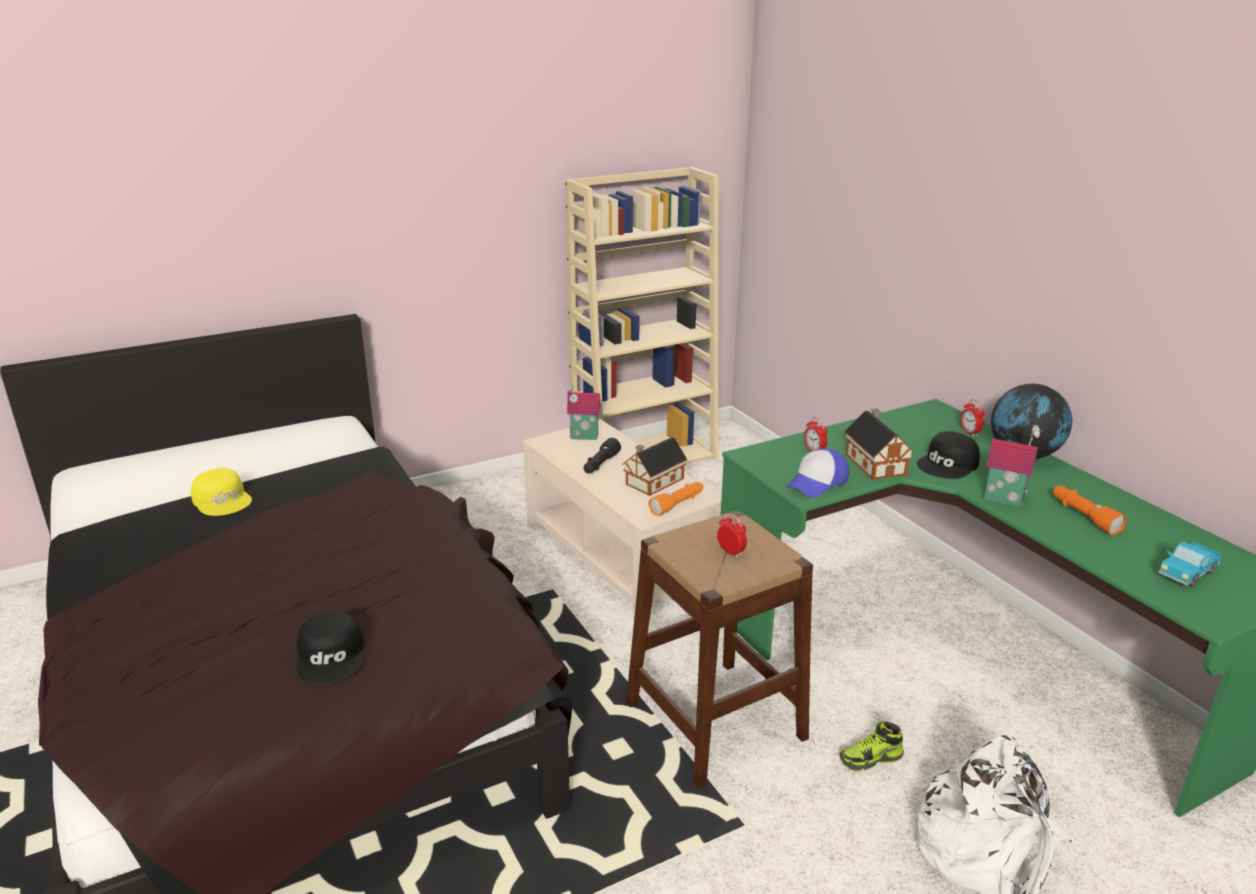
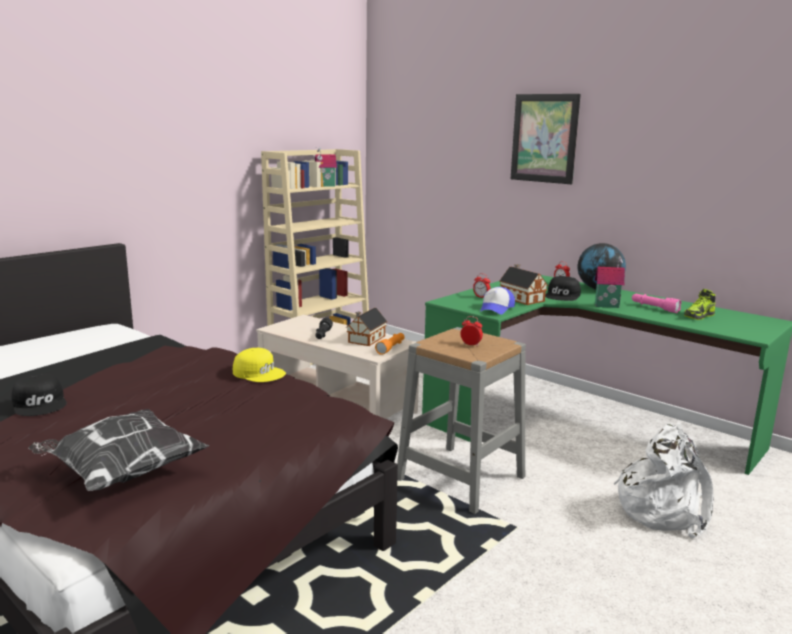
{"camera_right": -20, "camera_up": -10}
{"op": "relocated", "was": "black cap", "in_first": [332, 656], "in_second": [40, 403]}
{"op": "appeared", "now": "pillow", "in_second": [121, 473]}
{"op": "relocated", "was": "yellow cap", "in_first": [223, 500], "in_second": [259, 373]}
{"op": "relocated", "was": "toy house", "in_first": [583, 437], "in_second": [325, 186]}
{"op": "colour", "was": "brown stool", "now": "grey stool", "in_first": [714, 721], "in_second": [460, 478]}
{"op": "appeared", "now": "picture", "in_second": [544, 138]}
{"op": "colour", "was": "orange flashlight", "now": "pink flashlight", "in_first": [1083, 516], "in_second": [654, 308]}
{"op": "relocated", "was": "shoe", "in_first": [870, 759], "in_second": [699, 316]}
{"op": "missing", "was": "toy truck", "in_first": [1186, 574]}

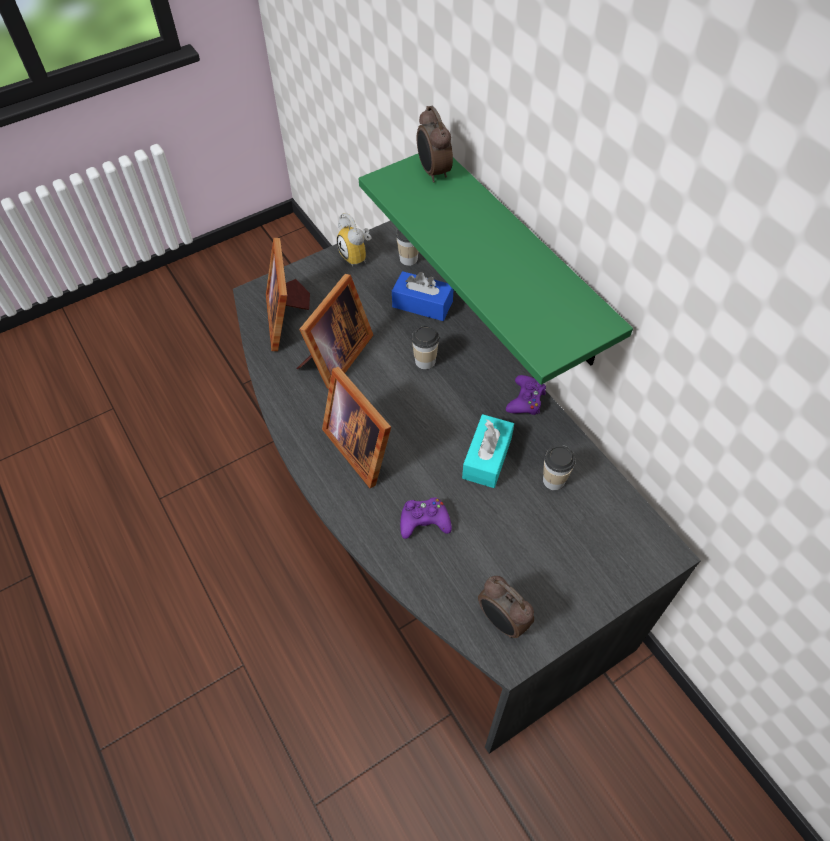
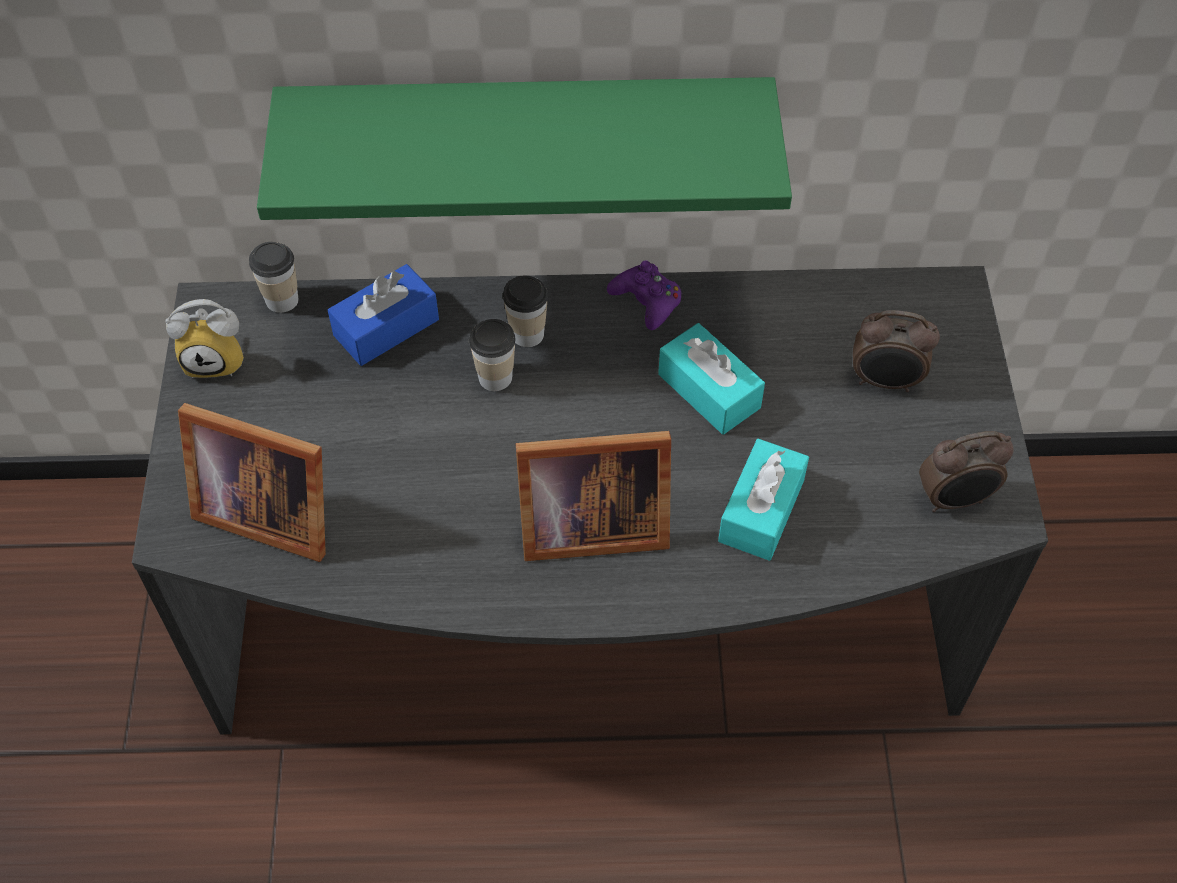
{"camera_right": -60, "camera_up": 0}
{"op": "relocated", "was": "cup", "in_first": [553, 480], "in_second": [527, 334]}
{"op": "exchanged", "was": "purple game controller", "now": "turquoise tissue box", "in_first": [424, 521], "in_second": [761, 511]}
{"op": "relocated", "was": "alarm clock", "in_first": [433, 172], "in_second": [885, 382]}
{"op": "missing", "was": "picture frame", "in_first": [334, 358]}

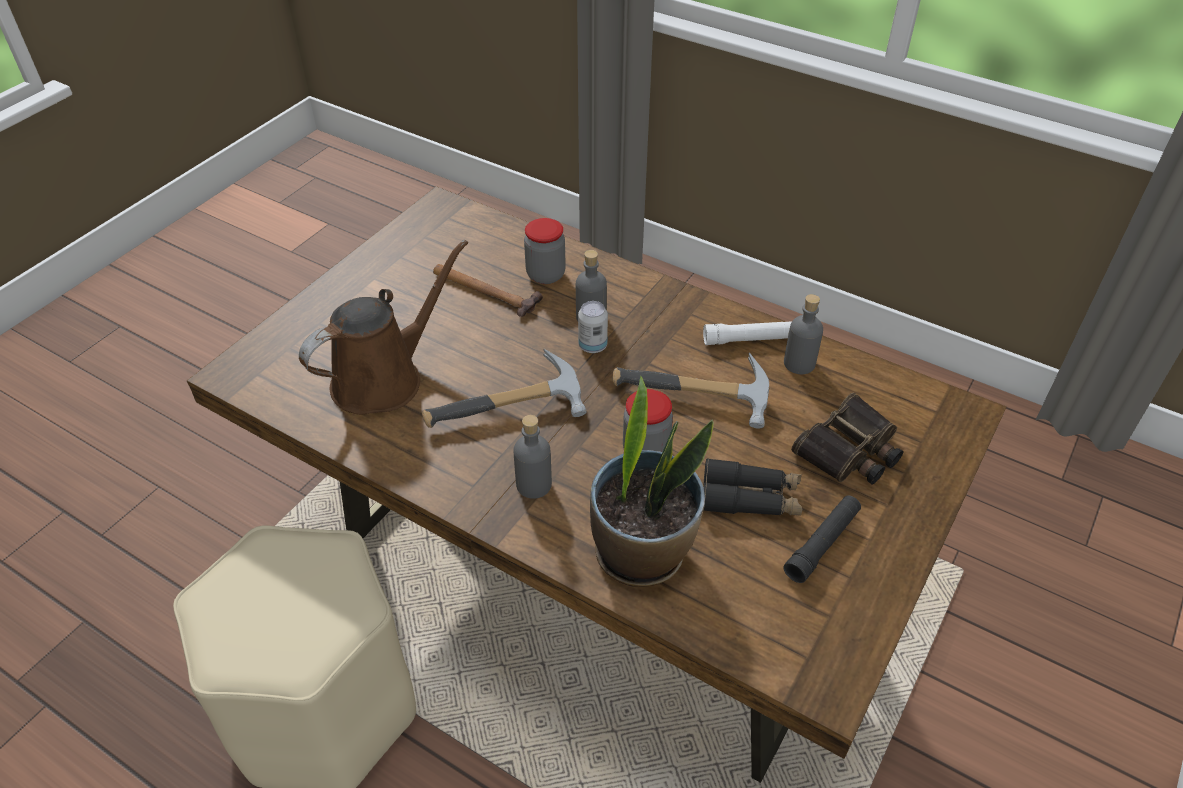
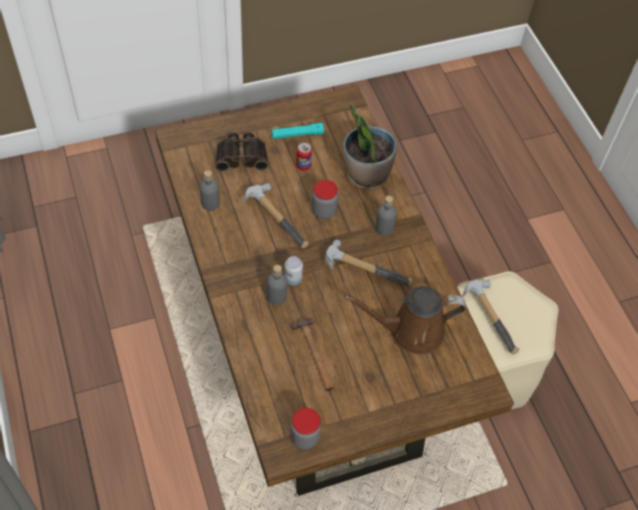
{"camera_right": -145, "camera_up": 10}
{"op": "colour", "was": "black flashlight", "now": "turquoise flashlight", "in_first": [822, 544], "in_second": [297, 135]}
{"op": "relocated", "was": "jar", "in_first": [546, 275], "in_second": [304, 437]}
{"op": "exchanged", "was": "black binoculars", "now": "can", "in_first": [750, 498], "in_second": [303, 166]}
{"op": "appeared", "now": "hammer", "in_second": [492, 317]}
{"op": "missing", "was": "white flashlight", "in_first": [749, 339]}

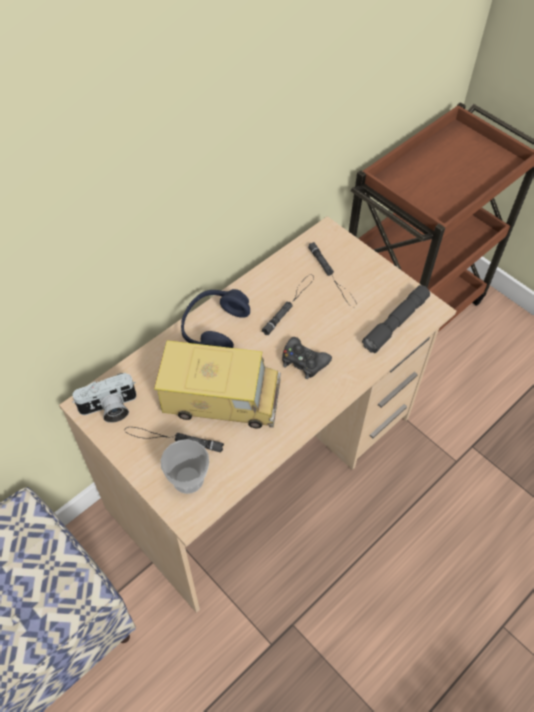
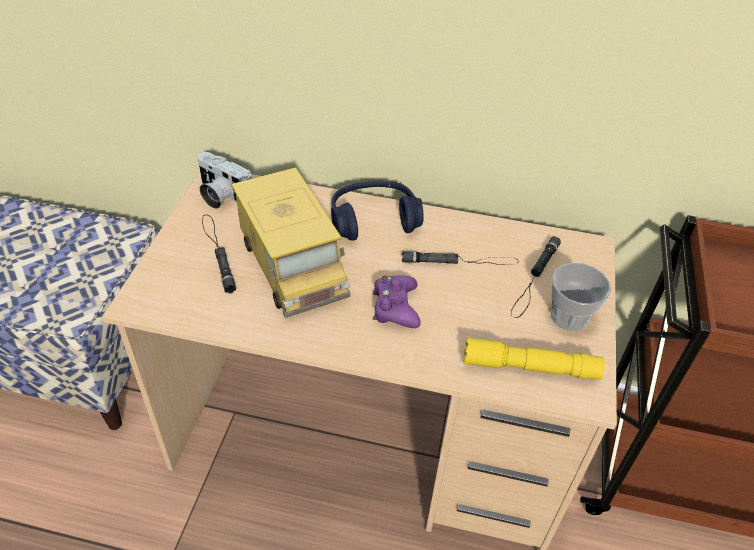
{"camera_right": 55, "camera_up": -10}
{"op": "colour", "was": "black game controller", "now": "purple game controller", "in_first": [304, 361], "in_second": [395, 307]}
{"op": "colour", "was": "grey flashlight", "now": "yellow flashlight", "in_first": [396, 323], "in_second": [530, 367]}
{"op": "relocated", "was": "cup", "in_first": [188, 479], "in_second": [569, 317]}

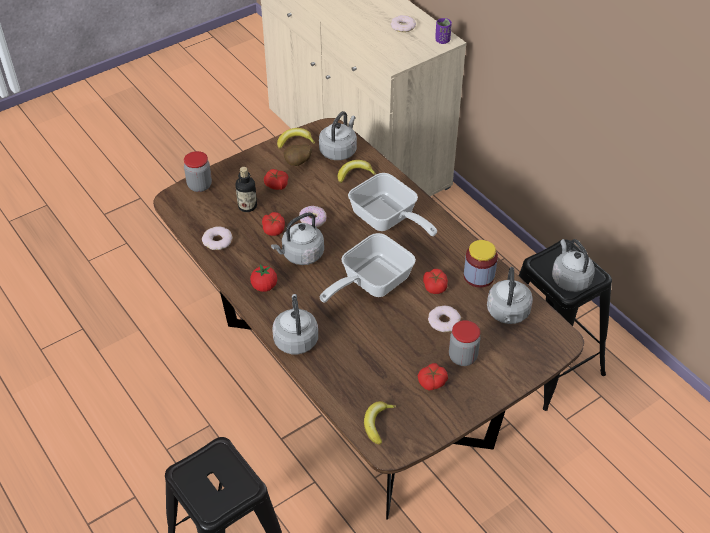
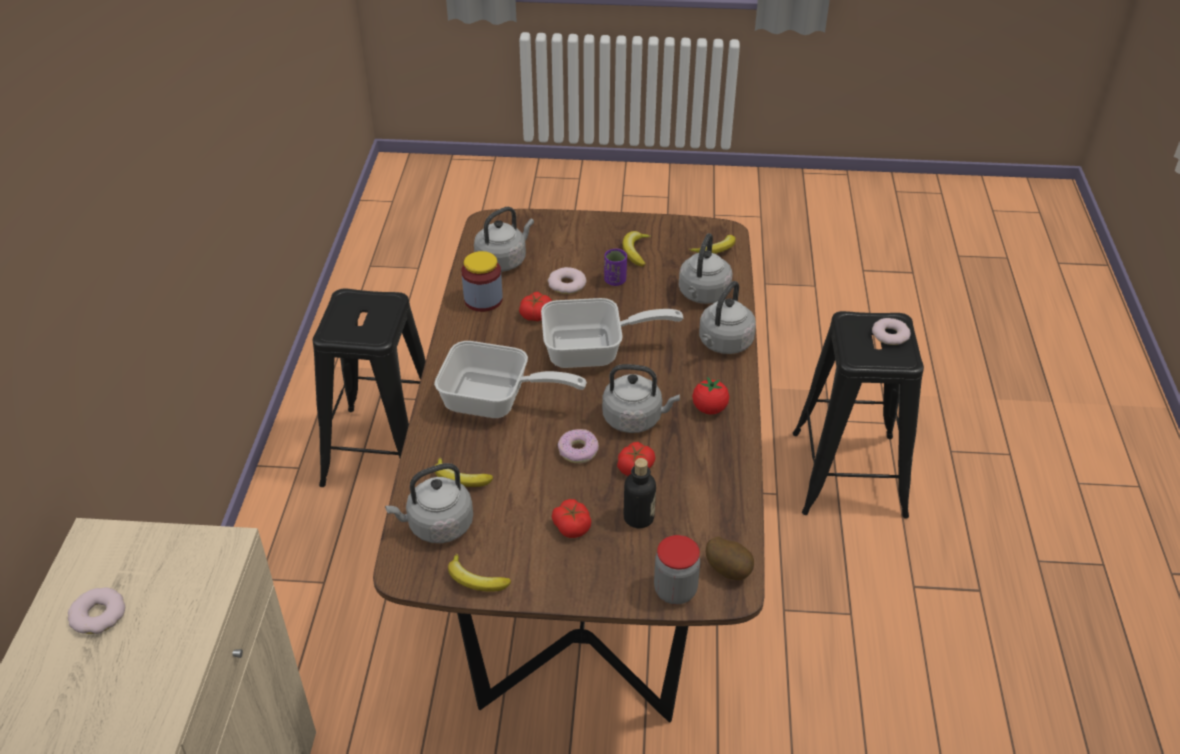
{"camera_right": -140, "camera_up": -5}
{"op": "spun", "was": "frying pan", "in_first": [387, 220], "in_second": [496, 401], "clockwise": 105}
{"op": "relocated", "was": "purple cup", "in_first": [442, 40], "in_second": [615, 281]}
{"op": "exchanged", "was": "tomato", "now": "banana", "in_first": [432, 382], "in_second": [635, 251]}
{"op": "relocated", "was": "grey kettle", "in_first": [569, 278], "in_second": [703, 295]}
{"op": "relocated", "was": "potato", "in_first": [298, 163], "in_second": [729, 570]}
{"op": "relocated", "was": "donut", "in_first": [217, 241], "in_second": [890, 335]}
{"op": "missing", "was": "jar", "in_first": [462, 357]}

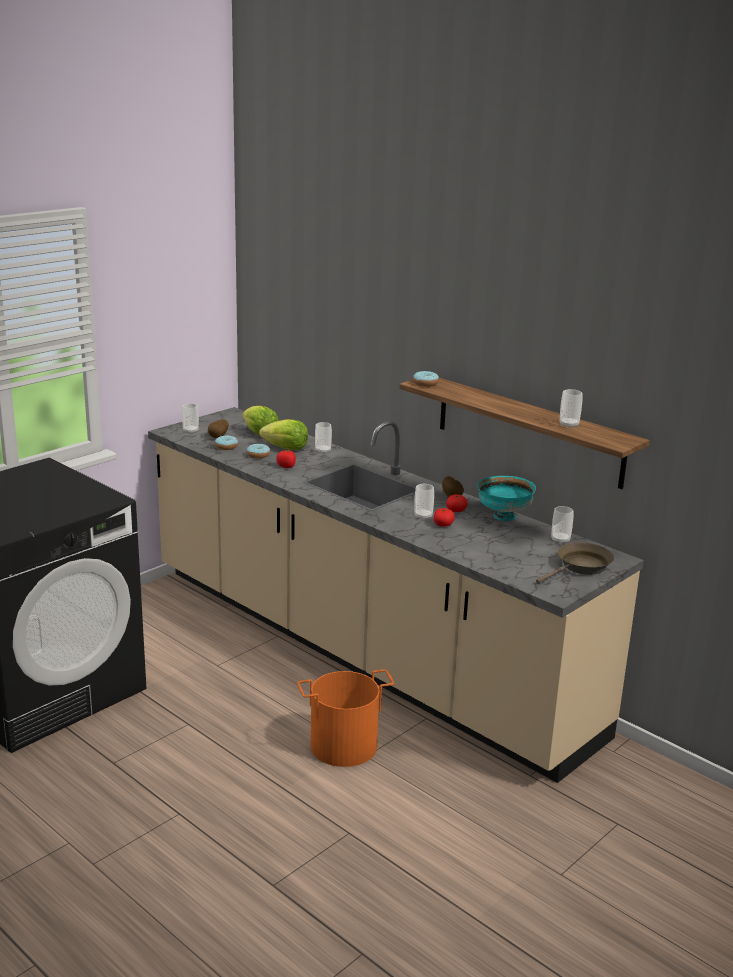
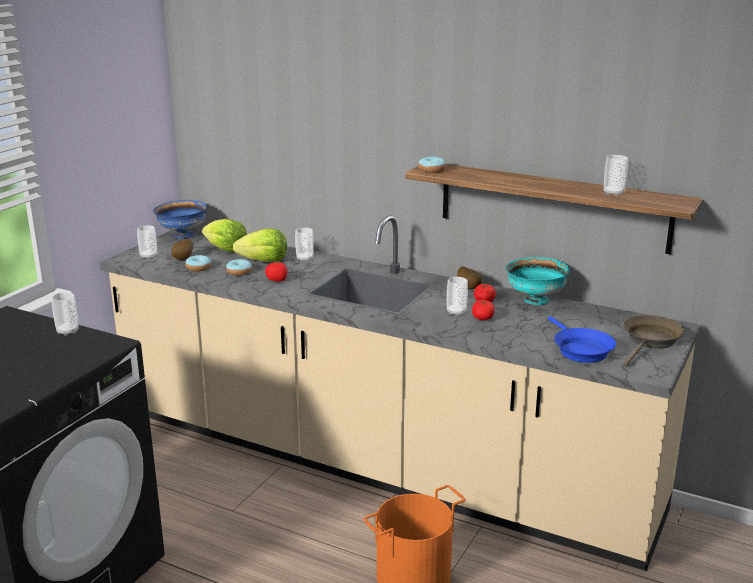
{"camera_right": -15, "camera_up": 0}
{"op": "relocated", "was": "cup", "in_first": [560, 540], "in_second": [68, 331]}
{"op": "appeared", "now": "blue bowl", "in_second": [182, 236]}
{"op": "appeared", "now": "blue frying pan", "in_second": [580, 350]}

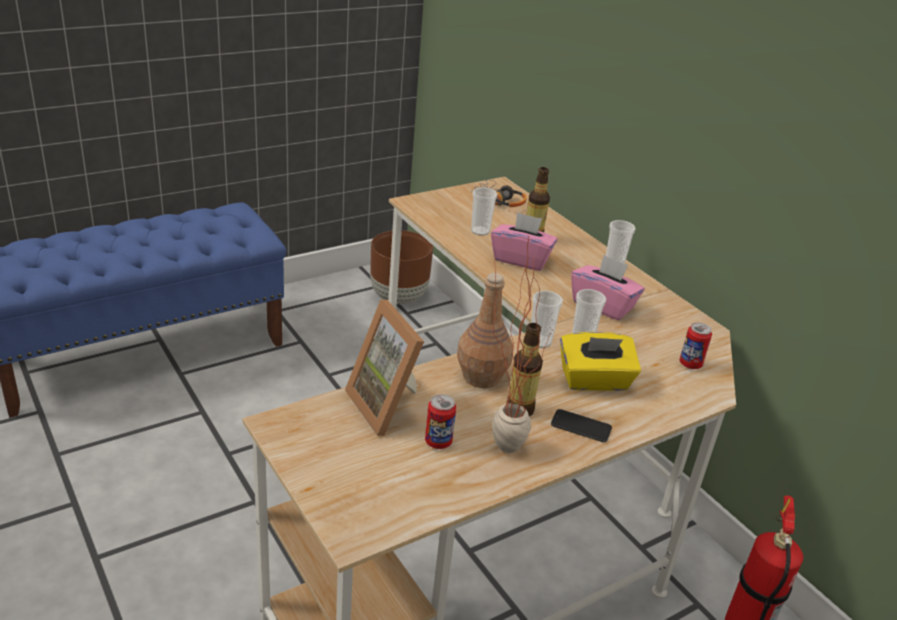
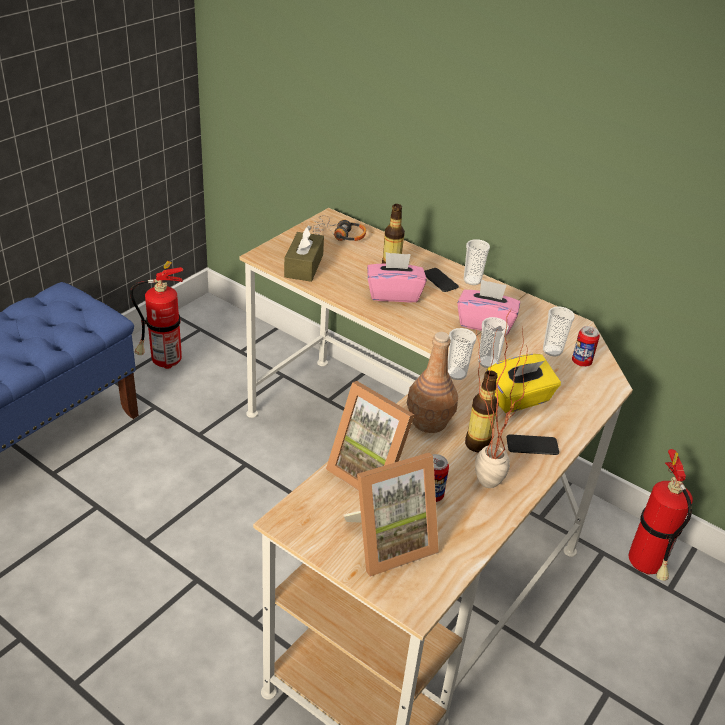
{"camera_right": -20, "camera_up": 5}
{"op": "appeared", "now": "fire extinguisher", "in_second": [163, 363]}
{"op": "appeared", "now": "brown tissue box", "in_second": [304, 266]}
{"op": "appeared", "now": "picture frame", "in_second": [389, 542]}
{"op": "appeared", "now": "phone", "in_second": [440, 280]}
{"op": "relocated", "was": "cup", "in_first": [480, 231], "in_second": [552, 350]}
{"op": "missing", "was": "brown planter", "in_first": [399, 298]}

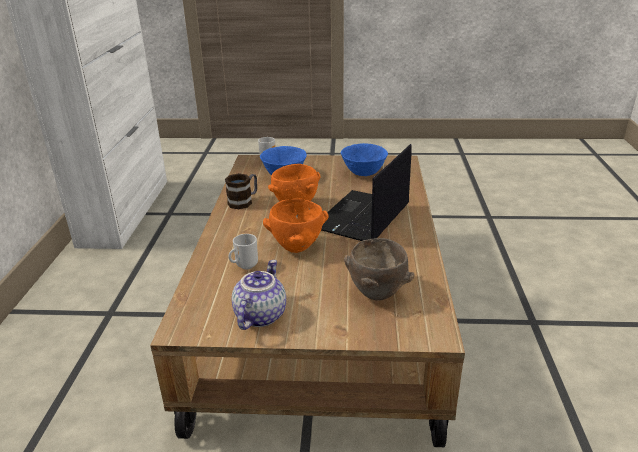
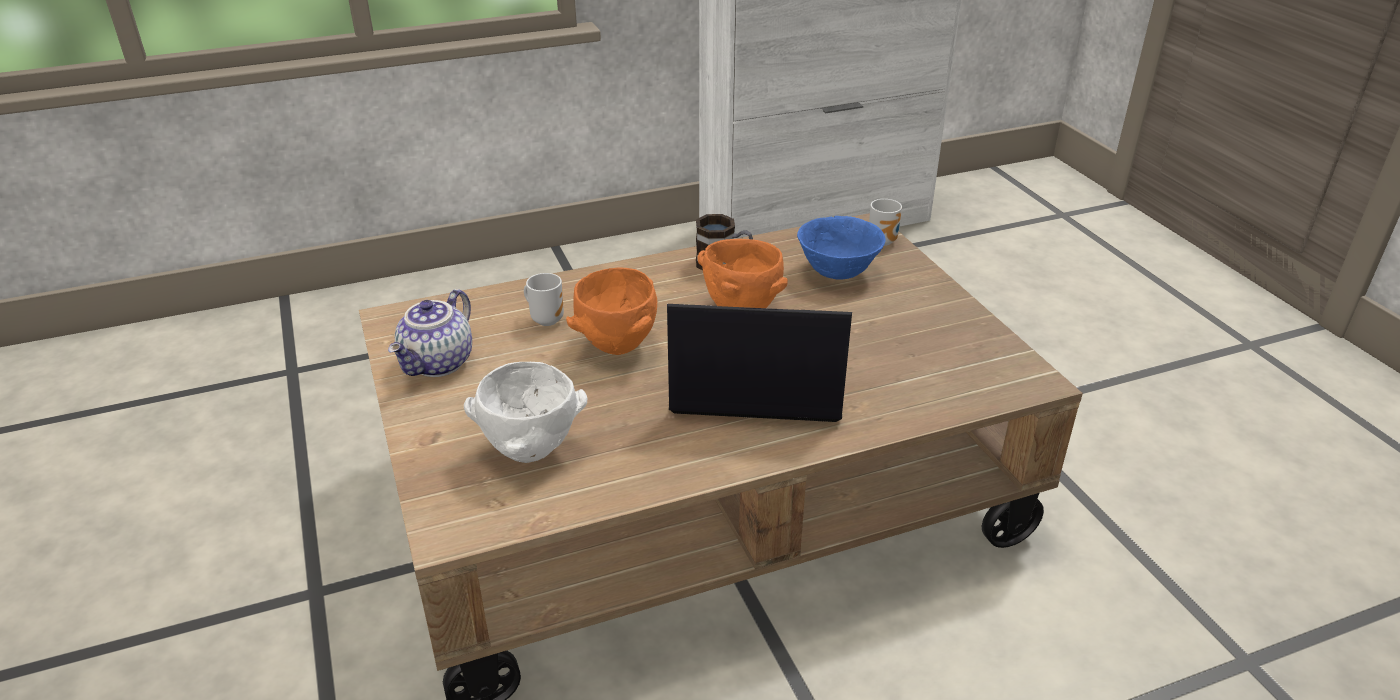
{"camera_right": 65, "camera_up": 5}
{"op": "spun", "was": "teapot", "in_first": [259, 315], "in_second": [439, 364], "clockwise": 120}
{"op": "colour", "was": "brown bowl", "now": "white bowl", "in_first": [377, 294], "in_second": [528, 452]}
{"op": "missing", "was": "blue bowl", "in_first": [363, 174]}

